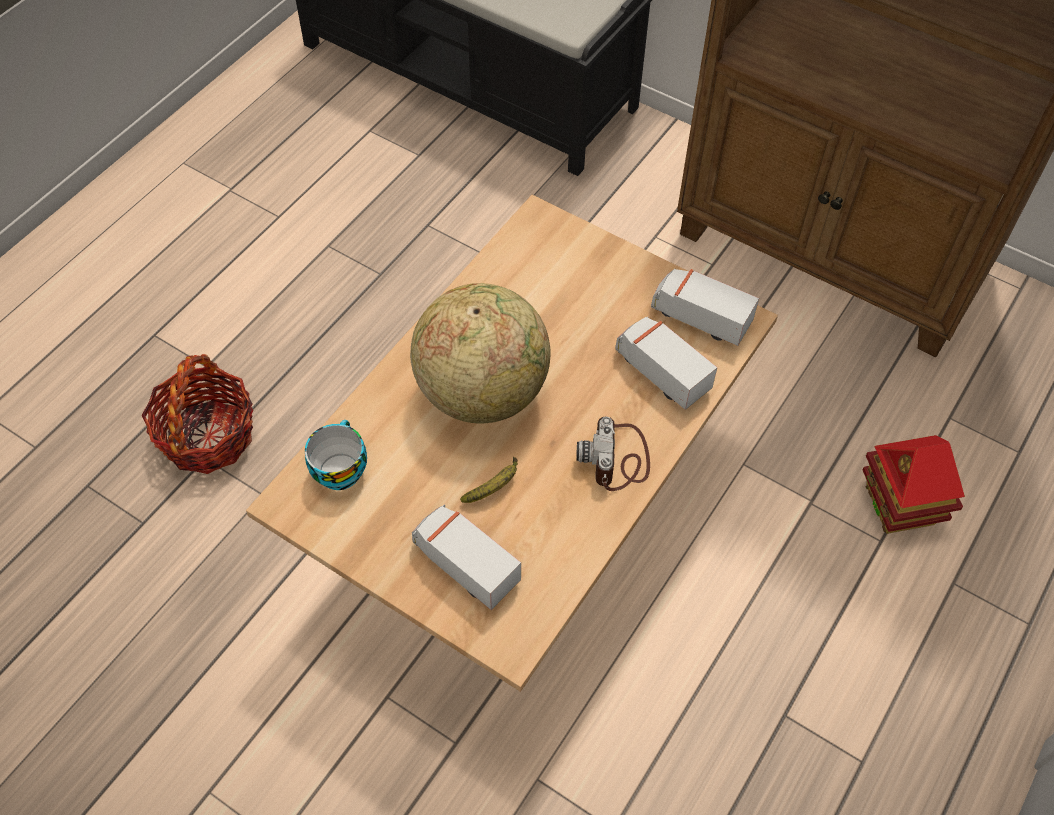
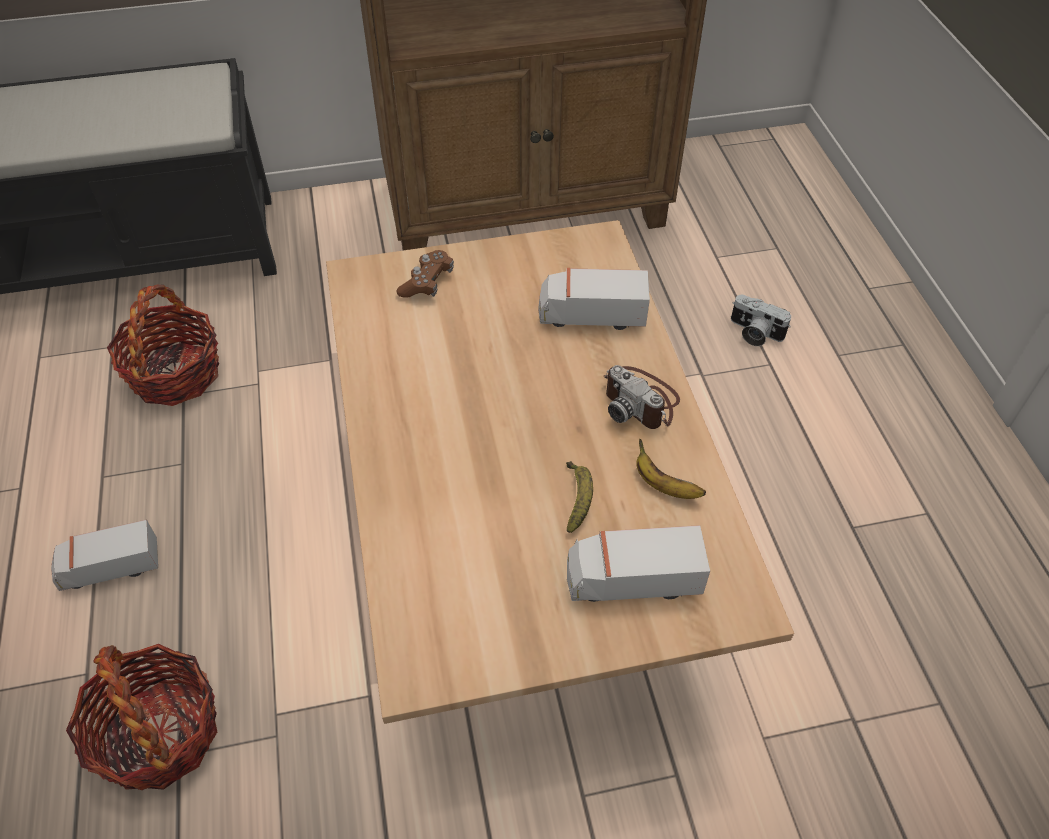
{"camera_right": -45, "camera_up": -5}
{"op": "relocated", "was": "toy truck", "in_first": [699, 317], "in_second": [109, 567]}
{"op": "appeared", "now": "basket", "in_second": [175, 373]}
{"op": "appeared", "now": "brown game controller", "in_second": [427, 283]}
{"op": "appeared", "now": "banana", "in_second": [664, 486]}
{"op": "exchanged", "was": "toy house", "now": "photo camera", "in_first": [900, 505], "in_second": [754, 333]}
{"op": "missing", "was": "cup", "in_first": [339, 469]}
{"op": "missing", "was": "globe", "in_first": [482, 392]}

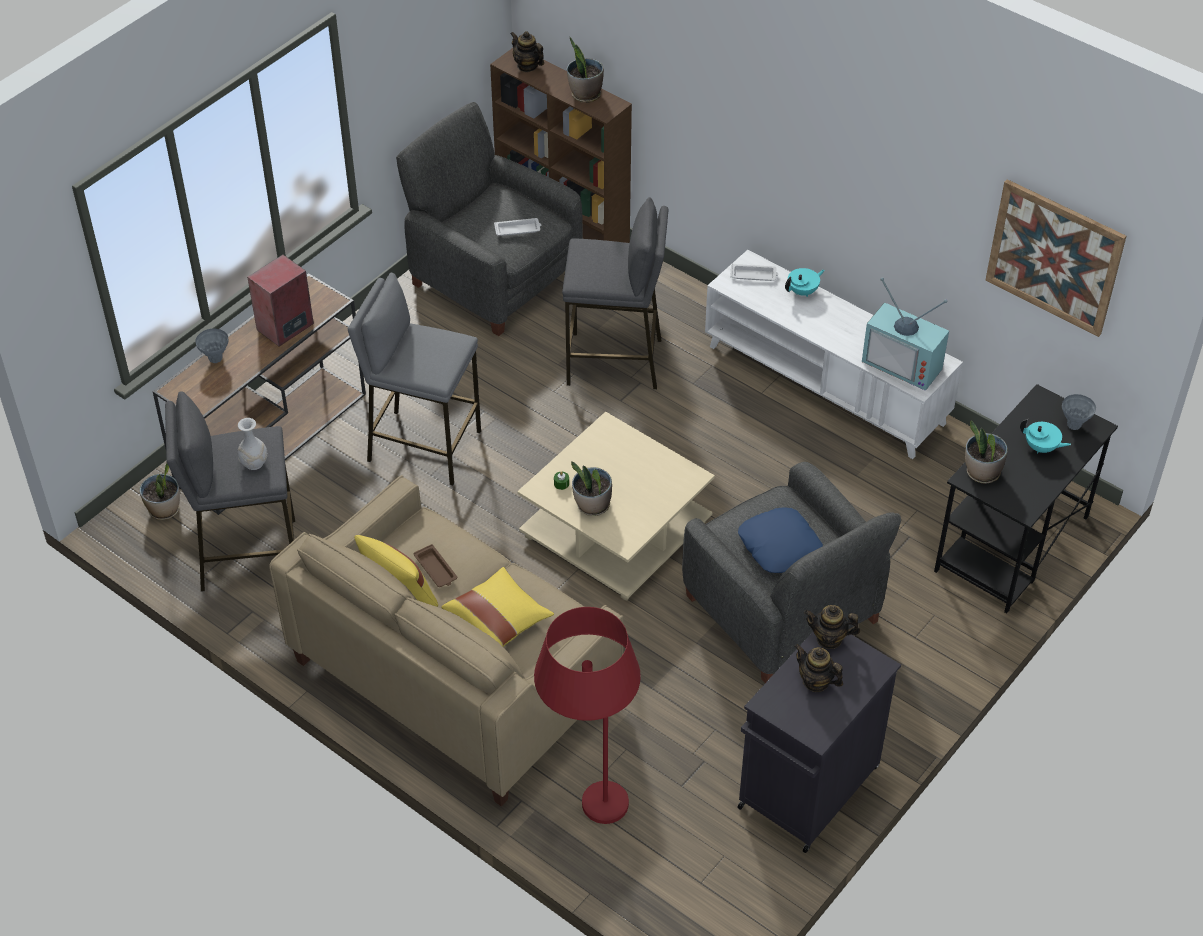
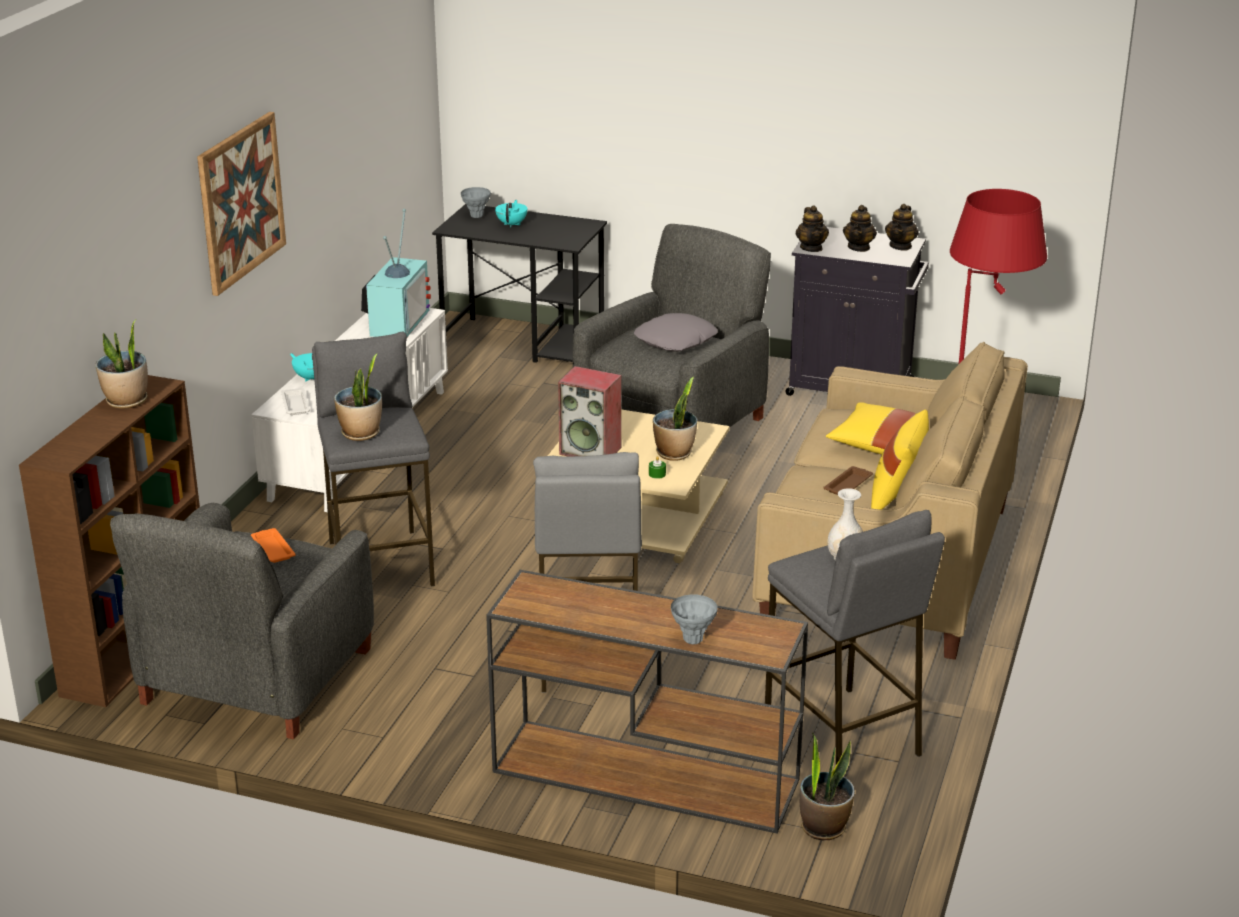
{"camera_right": -110, "camera_up": -20}
{"op": "relocated", "was": "picture", "in_first": [1054, 257], "in_second": [241, 202]}
{"op": "colour", "was": "white tray", "now": "orange tray", "in_first": [518, 229], "in_second": [273, 549]}
{"op": "relocated", "was": "potted plant", "in_first": [982, 472], "in_second": [361, 433]}
{"op": "relocated", "was": "speaker", "in_first": [285, 327], "in_second": [591, 450]}
{"op": "colour", "was": "blue pillow", "now": "grey pillow", "in_first": [779, 546], "in_second": [676, 341]}
{"op": "relocated", "was": "teapot", "in_first": [527, 66], "in_second": [901, 246]}

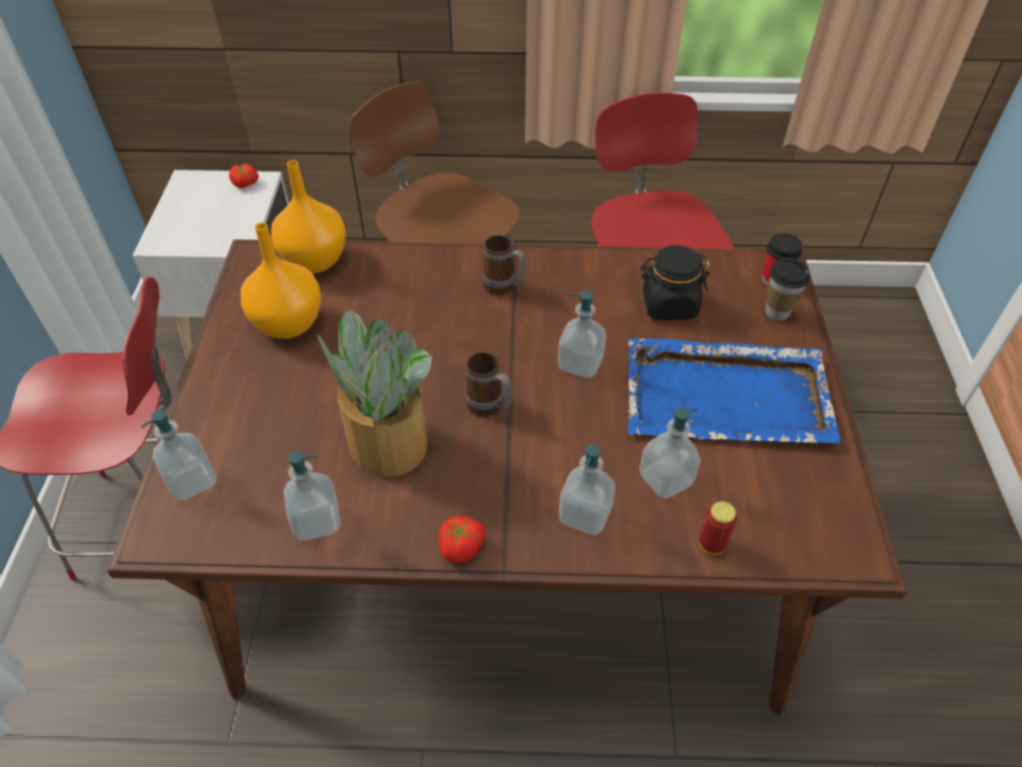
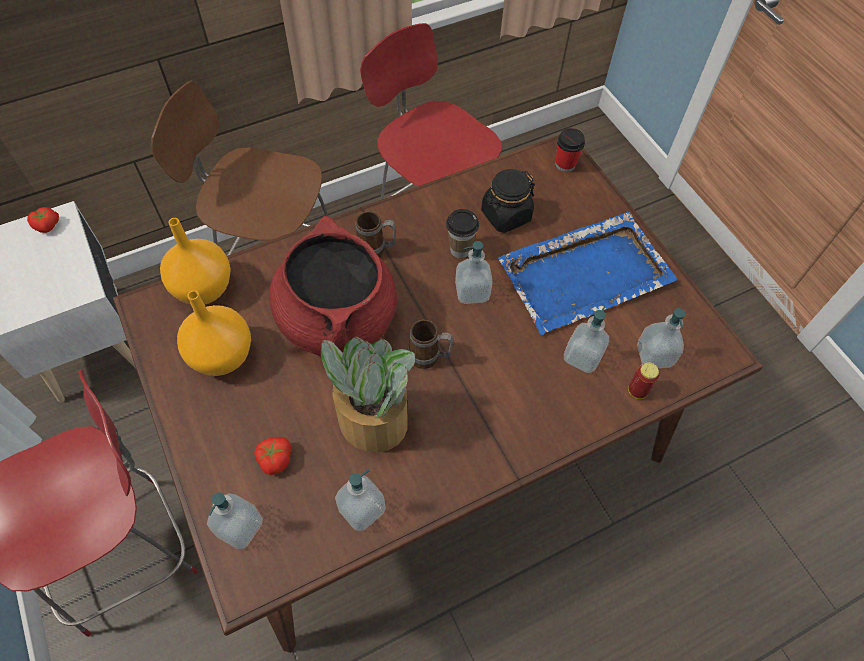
{"camera_right": -30, "camera_up": 10}
{"op": "relocated", "was": "tomato", "in_first": [460, 546], "in_second": [274, 459]}
{"op": "appeared", "now": "red cooking pot", "in_second": [337, 319]}
{"op": "relocated", "was": "cup", "in_first": [777, 312], "in_second": [460, 250]}
{"op": "relocated", "was": "soap dispenser", "in_first": [585, 514], "in_second": [654, 355]}

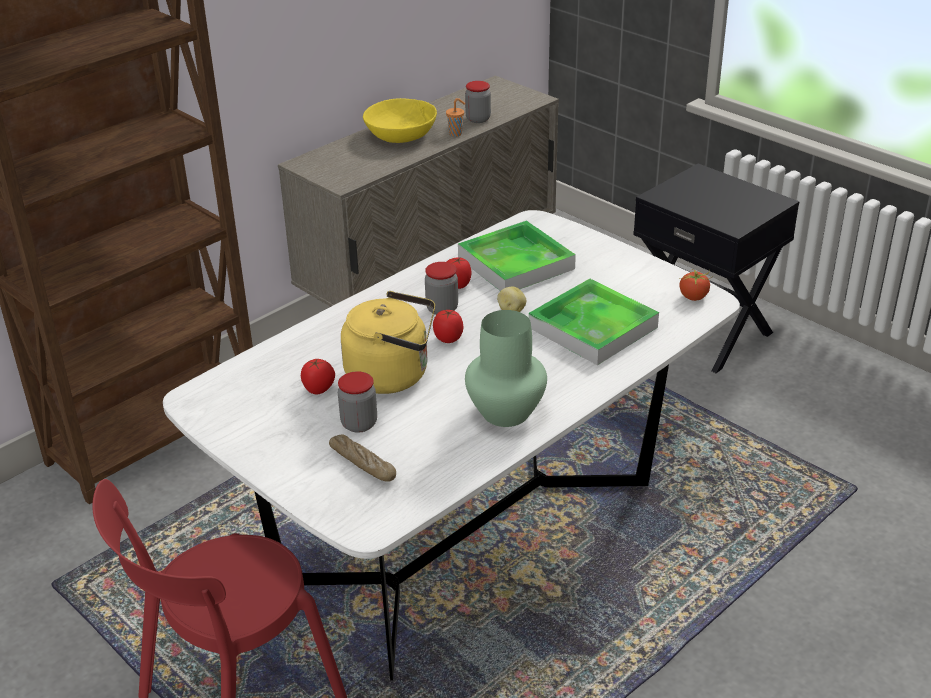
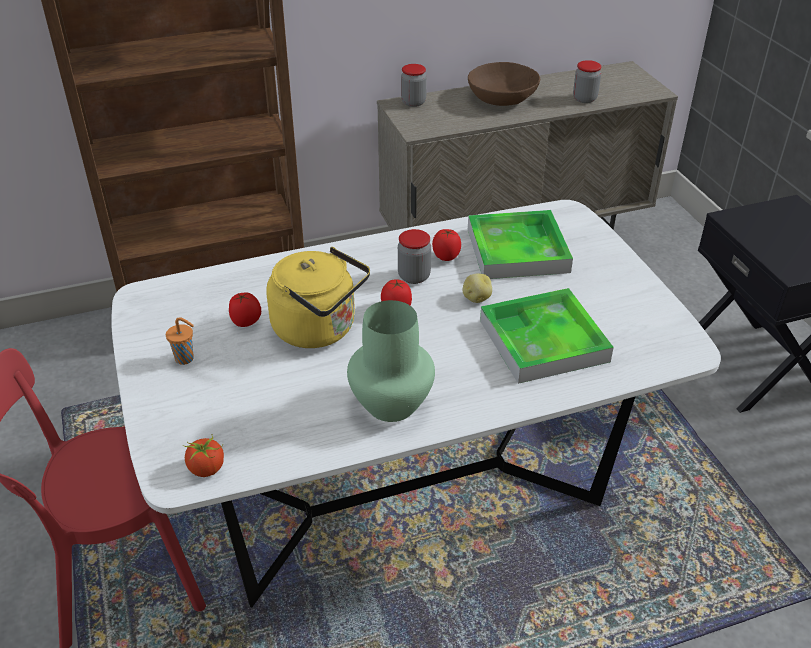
{"camera_right": 25, "camera_up": 5}
{"op": "relocated", "was": "orange cup", "in_first": [456, 134], "in_second": [185, 359]}
{"op": "relocated", "was": "tomato", "in_first": [693, 297], "in_second": [207, 469]}
{"op": "relocated", "was": "jar", "in_first": [359, 424], "in_second": [413, 102]}
{"op": "colour", "was": "yellow bowl", "now": "brown bowl", "in_first": [400, 135], "in_second": [502, 98]}
{"op": "missing", "was": "bread", "in_first": [362, 464]}

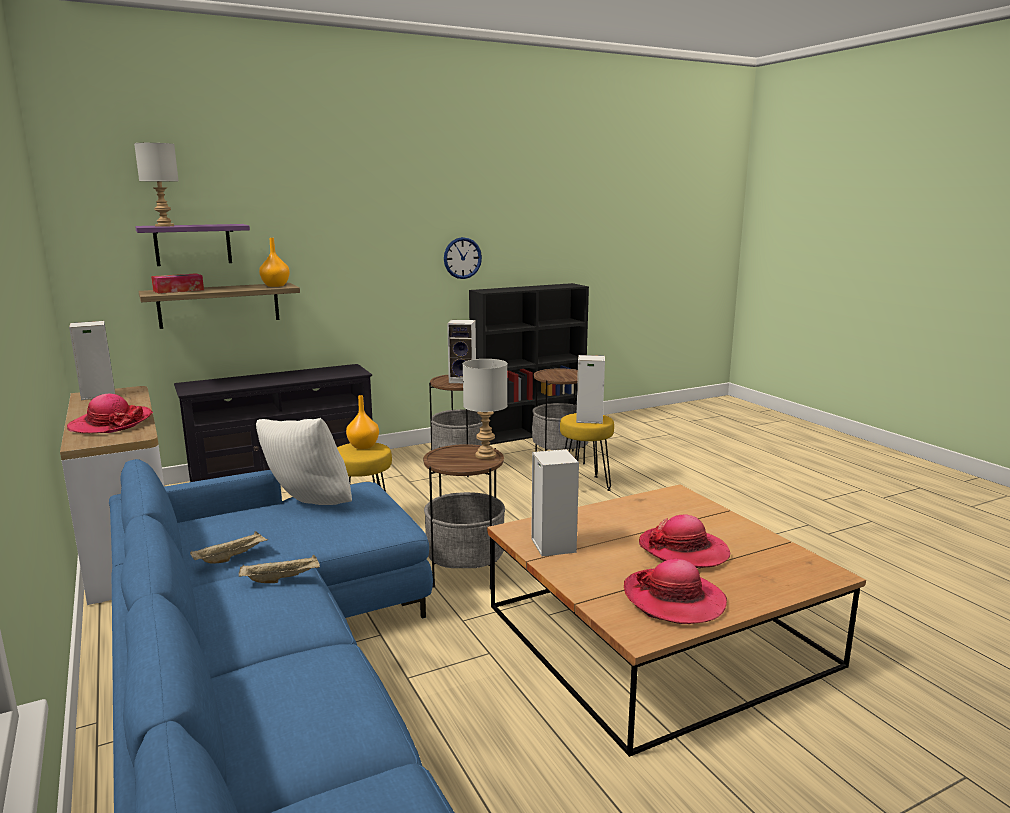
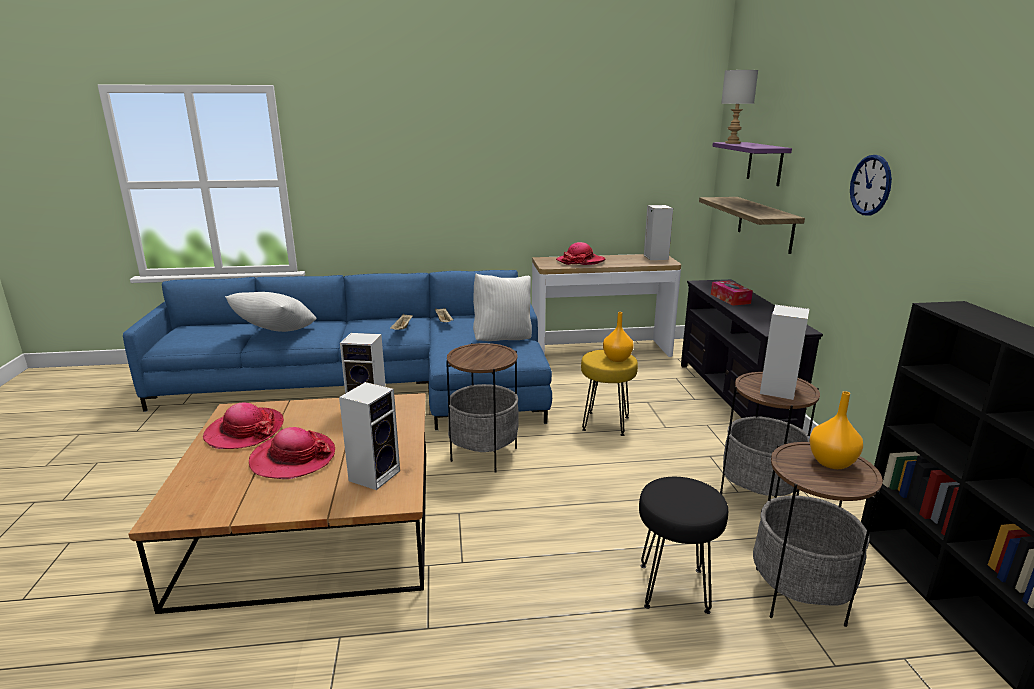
{"camera_right": 110, "camera_up": 5}
{"op": "appeared", "now": "white pillow", "in_second": [276, 334]}
{"op": "relocated", "was": "speaker", "in_first": [588, 419], "in_second": [375, 474]}
{"op": "colour", "was": "yellow stool", "now": "black stool", "in_first": [585, 484], "in_second": [674, 588]}
{"op": "relocated", "was": "tissue box", "in_first": [178, 290], "in_second": [730, 299]}
{"op": "relocated", "was": "orange vase", "in_first": [275, 285], "in_second": [832, 462]}
{"op": "relocated", "was": "wall clock", "in_first": [462, 258], "in_second": [870, 185]}
{"op": "missing", "was": "grey table lamp", "in_first": [486, 456]}

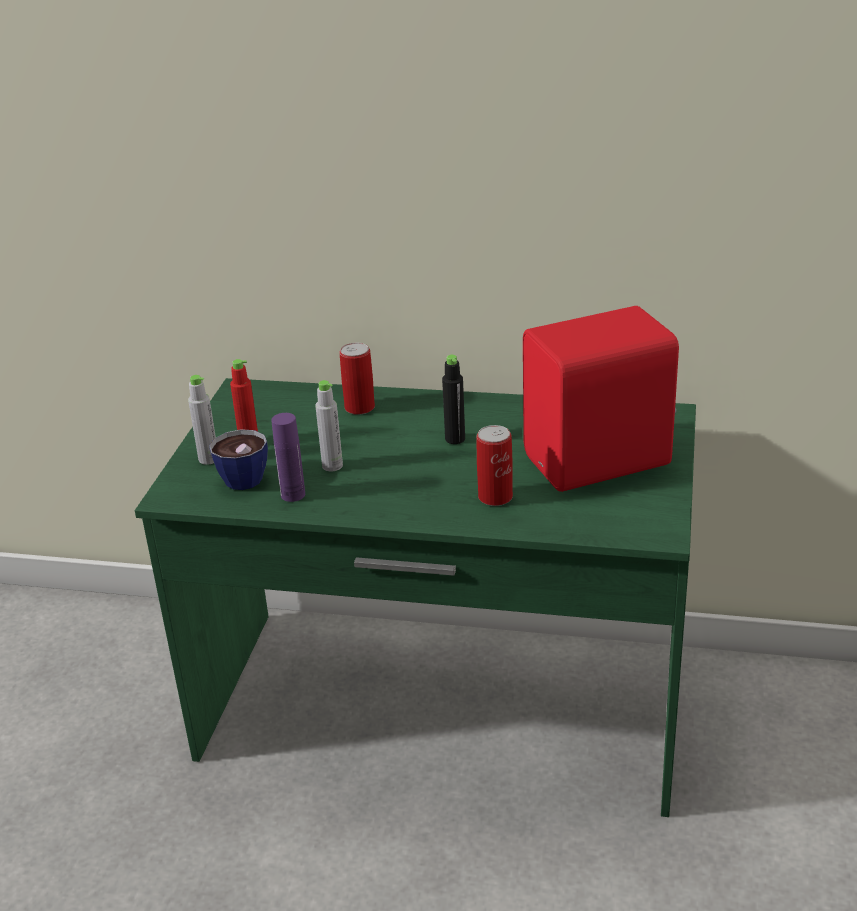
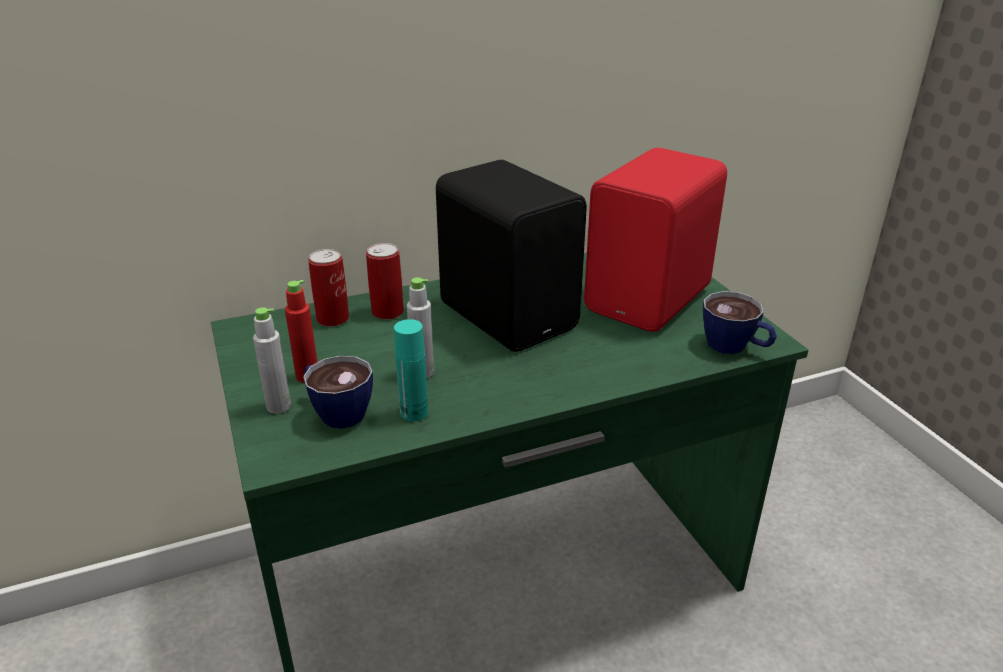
{"camera_right": -35, "camera_up": 0}
{"op": "relocated", "was": "can", "in_first": [495, 497], "in_second": [333, 319]}
{"op": "colour", "was": "purple bottle", "now": "turquoise bottle", "in_first": [293, 495], "in_second": [414, 413]}
{"op": "exchanged", "was": "black bottle", "now": "black speaker", "in_first": [455, 439], "in_second": [510, 315]}
{"op": "appeared", "now": "cup", "in_second": [735, 347]}

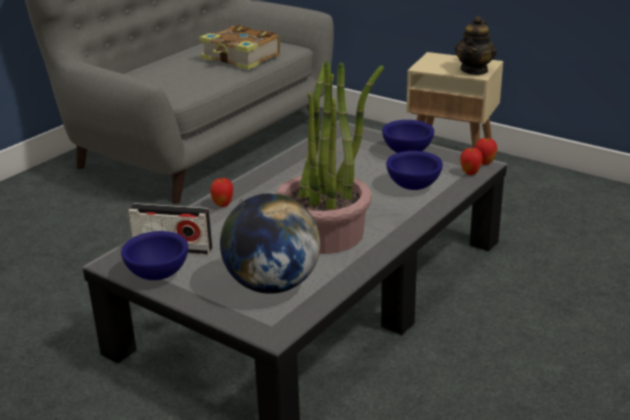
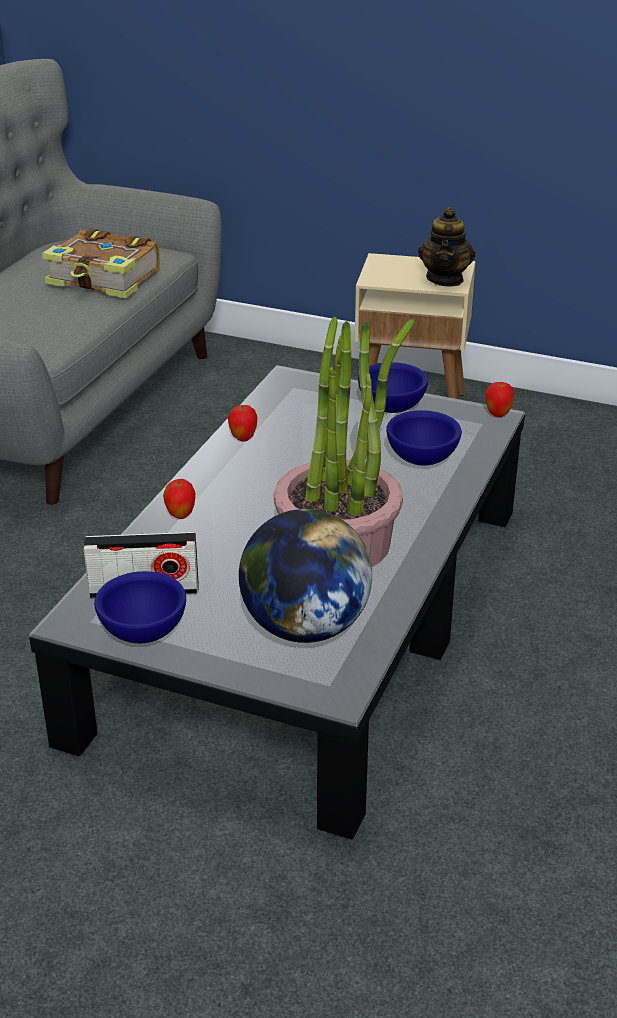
{"camera_right": -15, "camera_up": 5}
{"op": "relocated", "was": "apple", "in_first": [470, 173], "in_second": [243, 438]}

